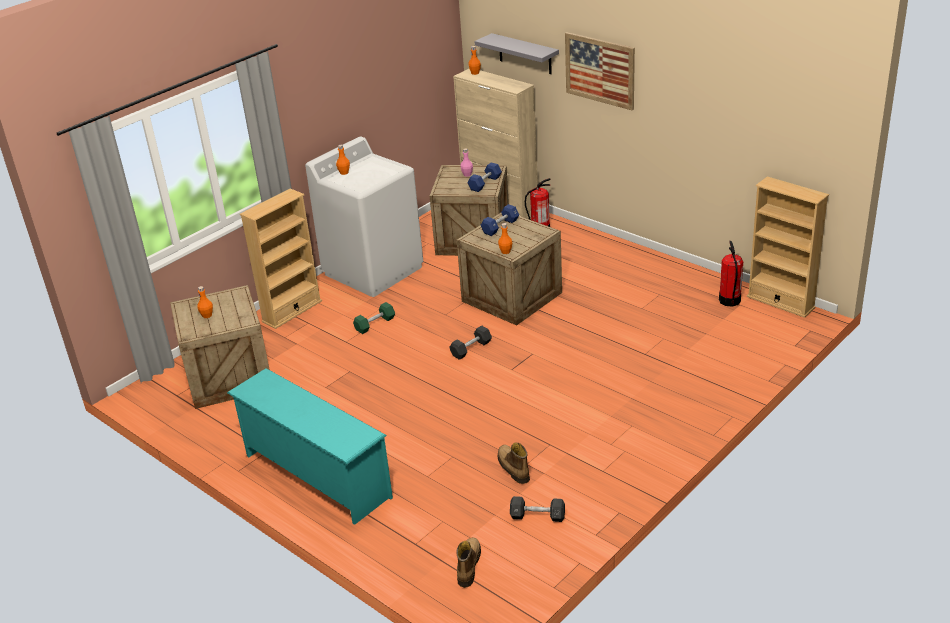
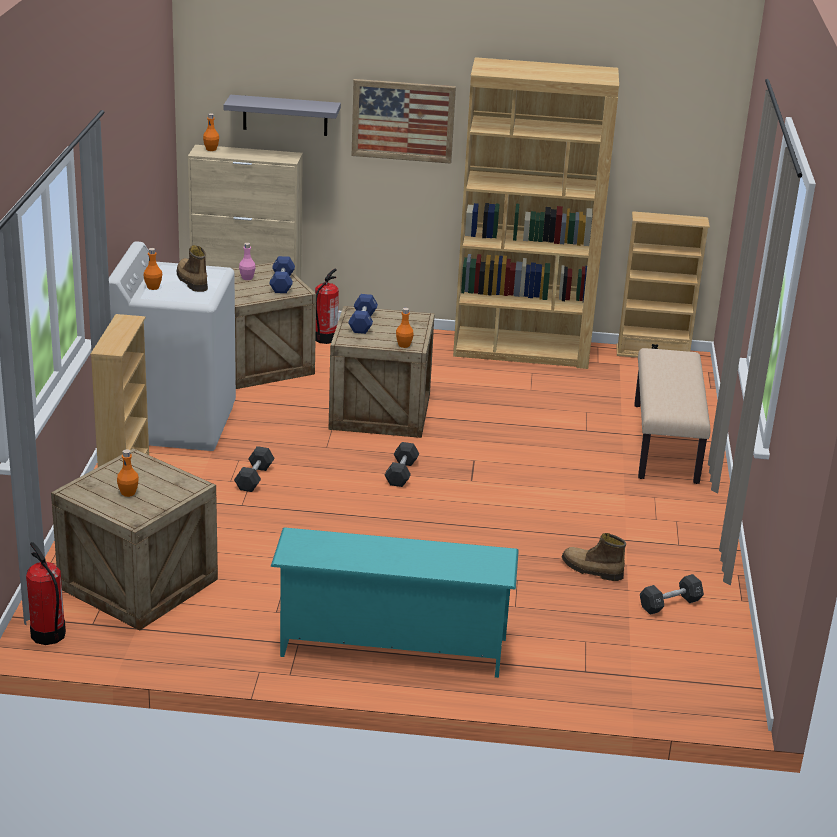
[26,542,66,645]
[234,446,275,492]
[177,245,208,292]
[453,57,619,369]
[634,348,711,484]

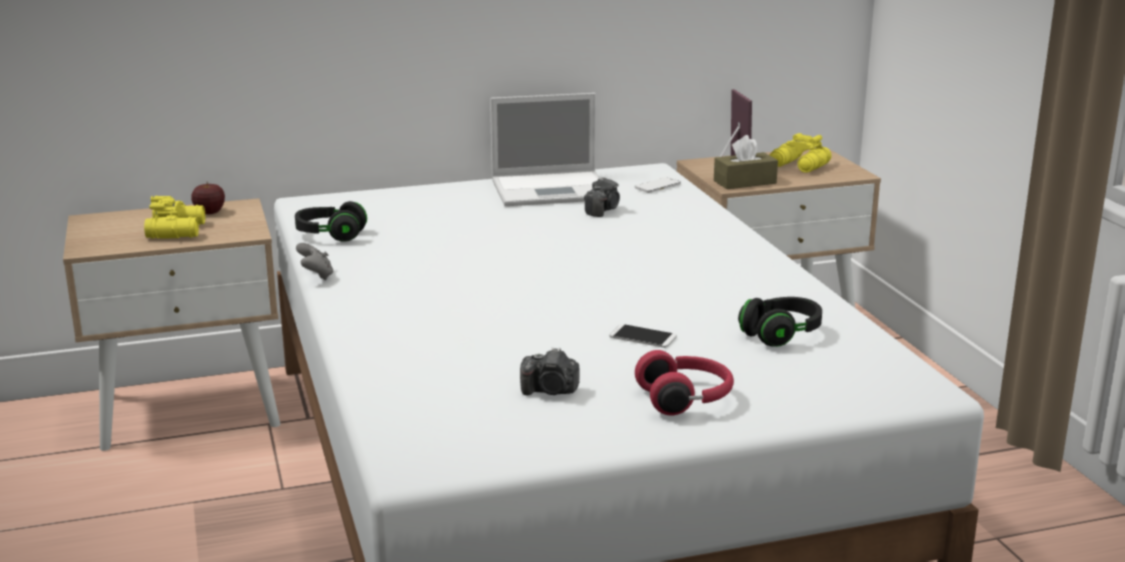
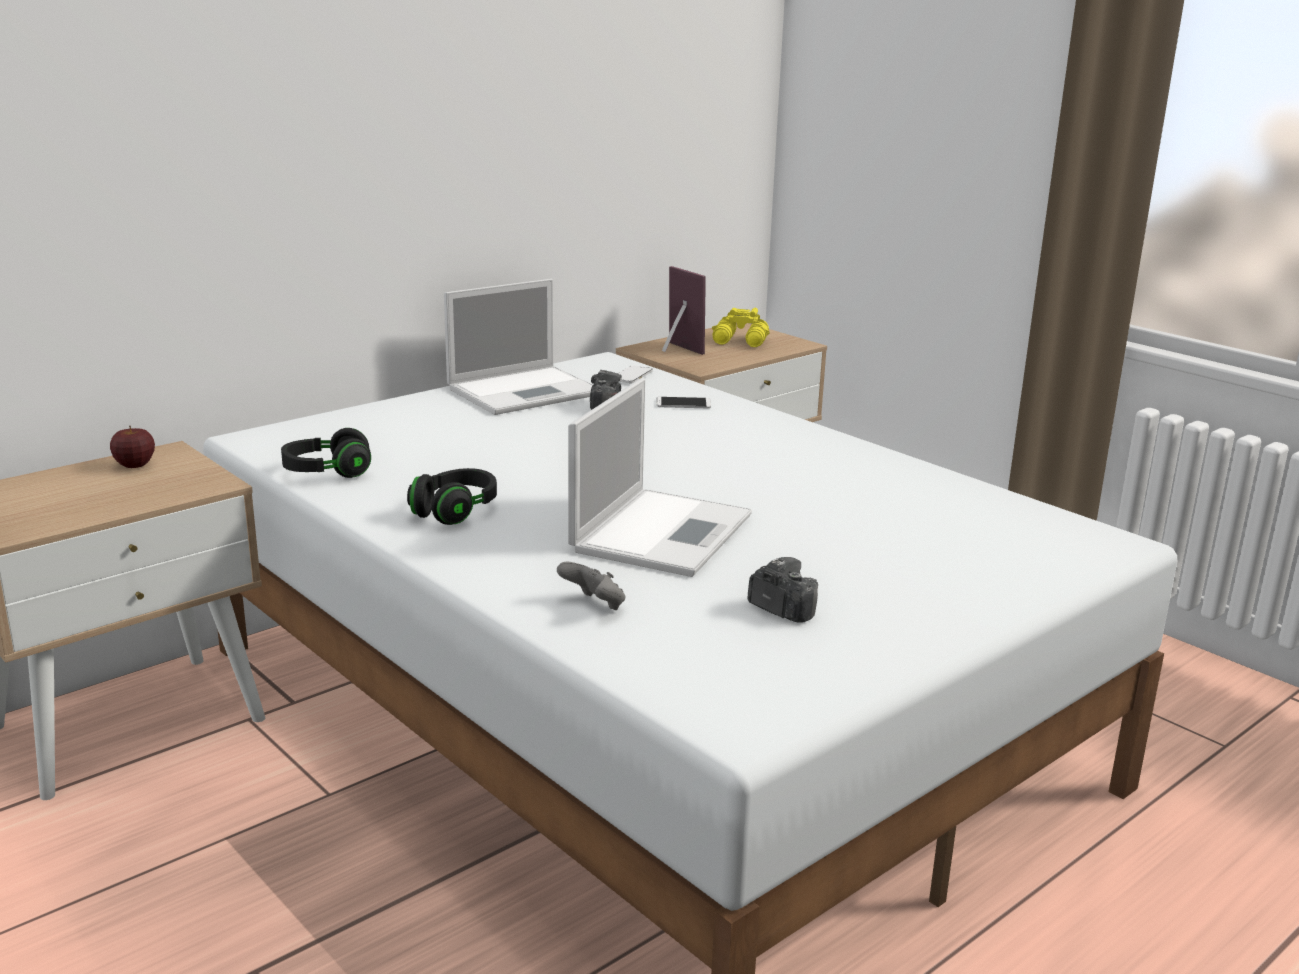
[714,135,778,189] (first image)
[144,196,205,239] (first image)
[557,562,626,610]
[407,468,497,525]
[656,397,711,408]
[747,557,818,623]
[635,350,734,415] (first image)
[568,378,752,577]

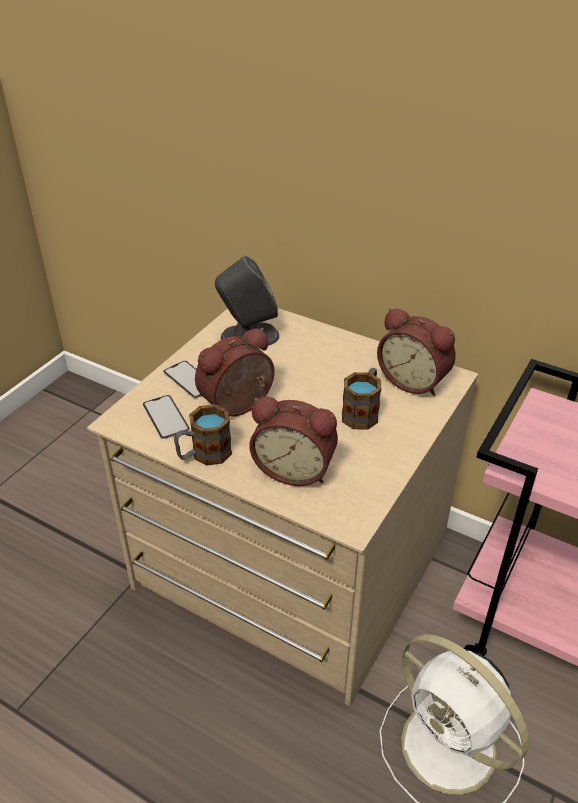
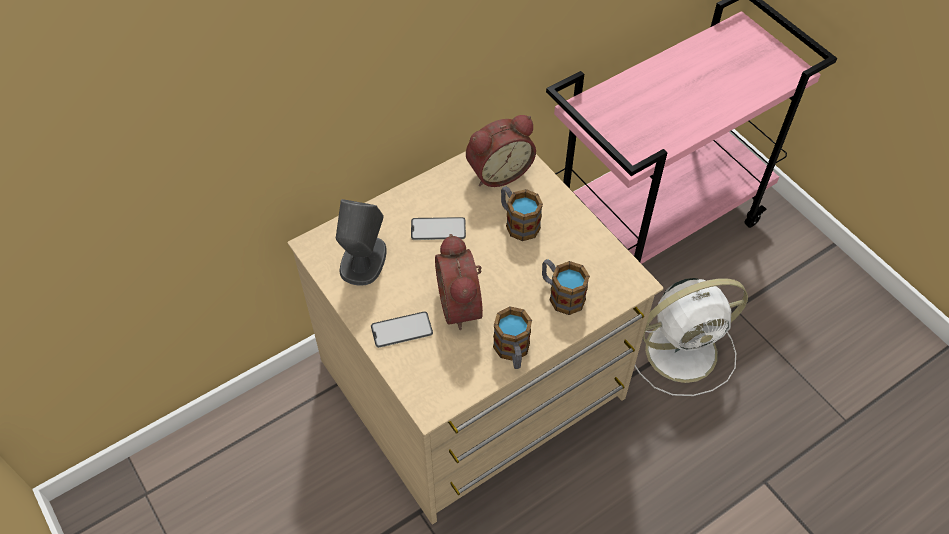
[411,217,466,240]
[542,259,590,315]

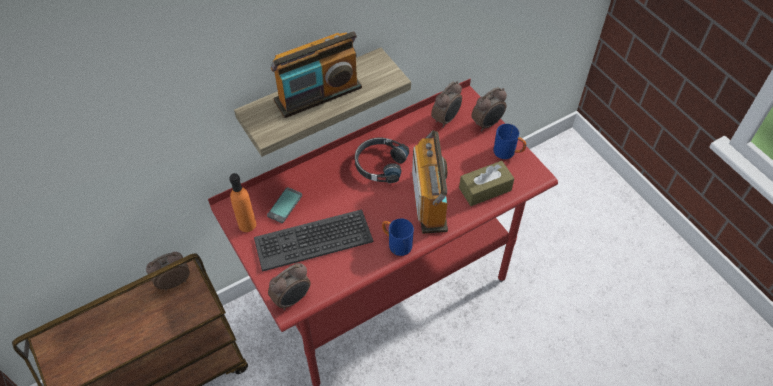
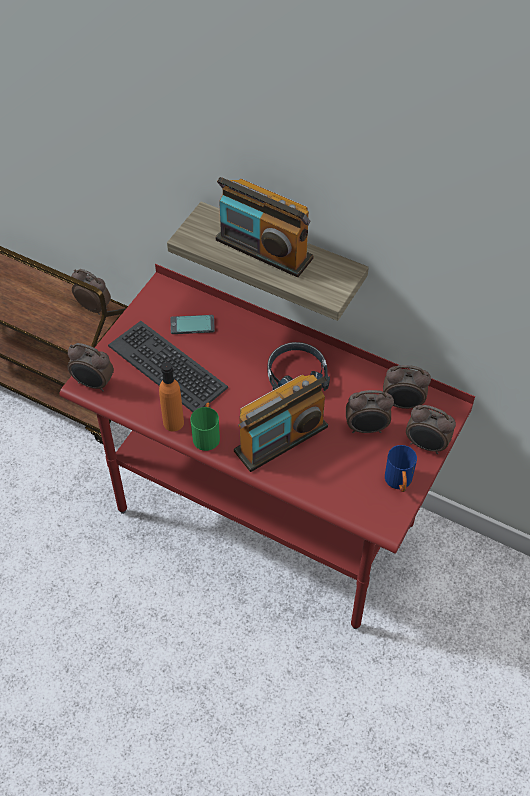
[459,161,514,206] (first image)
[159,362,184,431]
[190,403,220,451]
[346,390,394,433]

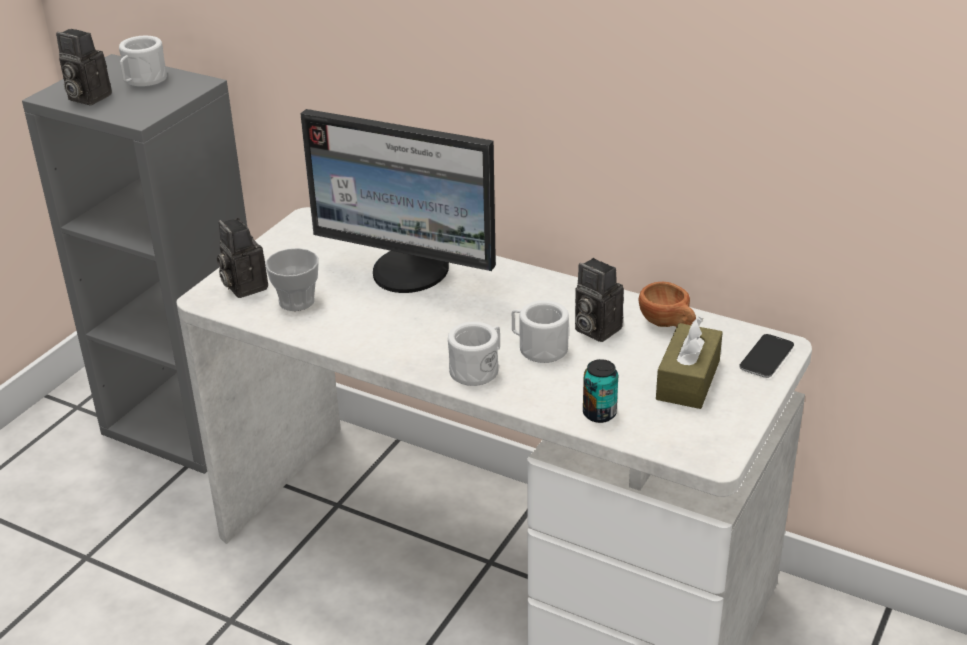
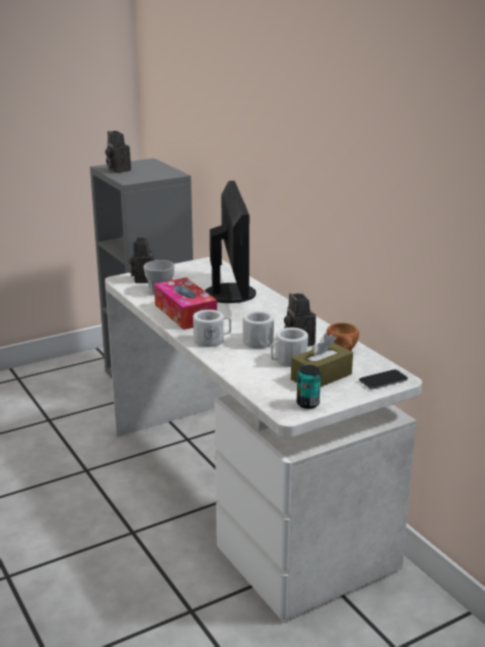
[271,328,308,367]
[205,181,256,303]
[297,365,321,409]
[154,277,217,330]

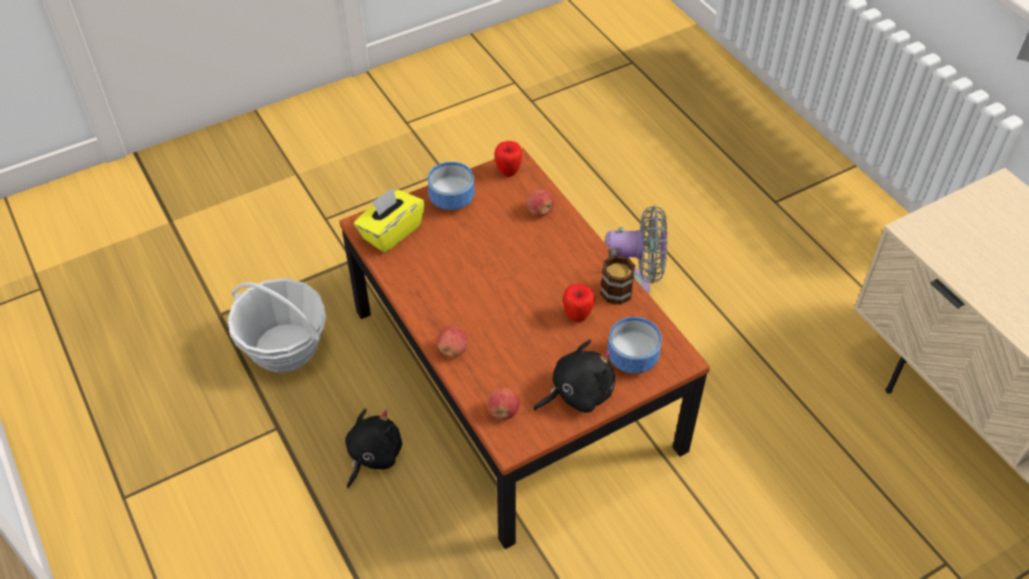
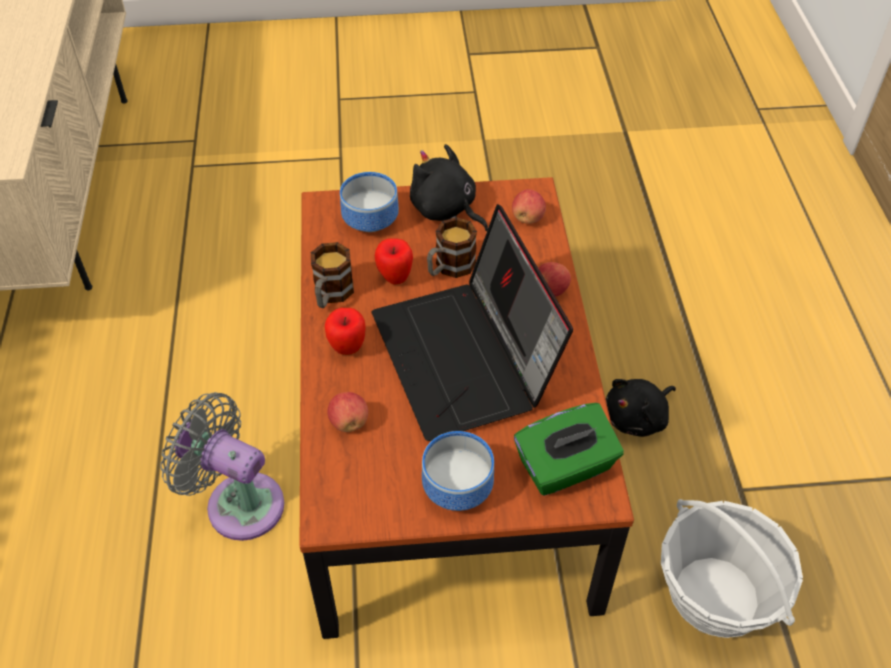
[325,308,366,355]
[514,403,624,496]
[410,144,488,231]
[372,204,573,441]
[427,217,477,278]

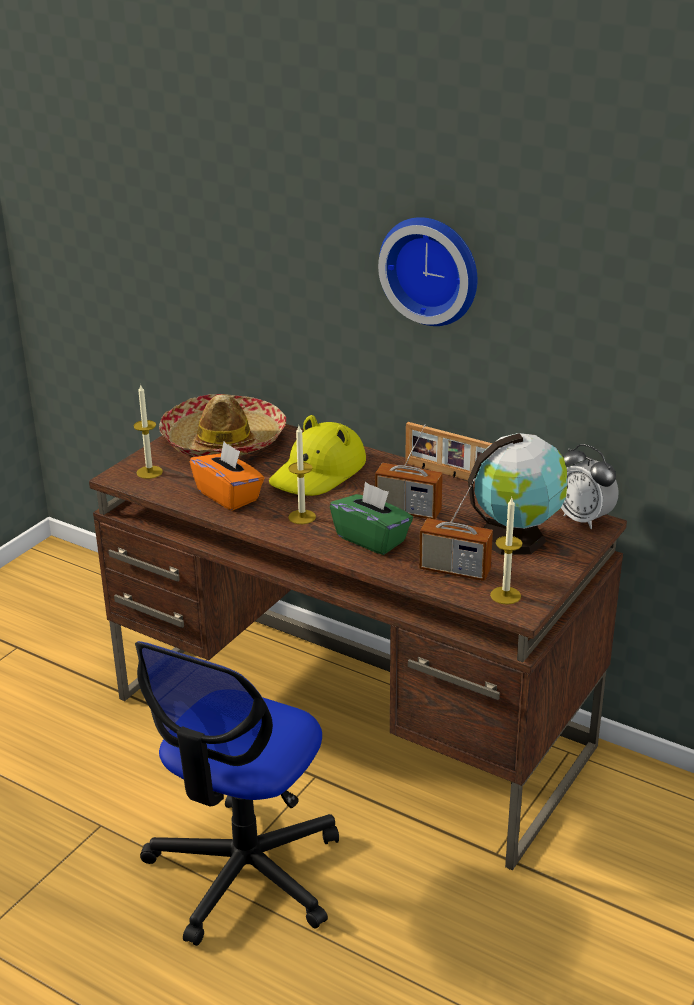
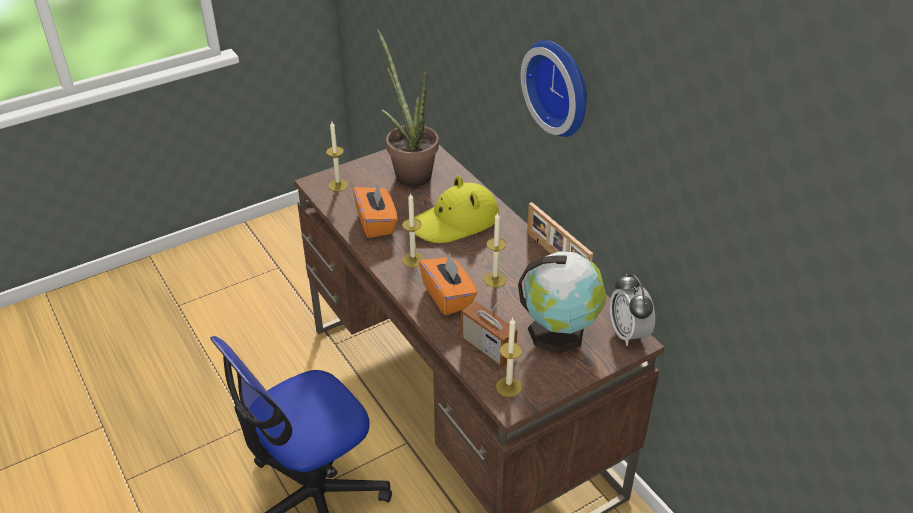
[377,29,439,187]
[484,212,507,288]
[419,253,477,315]

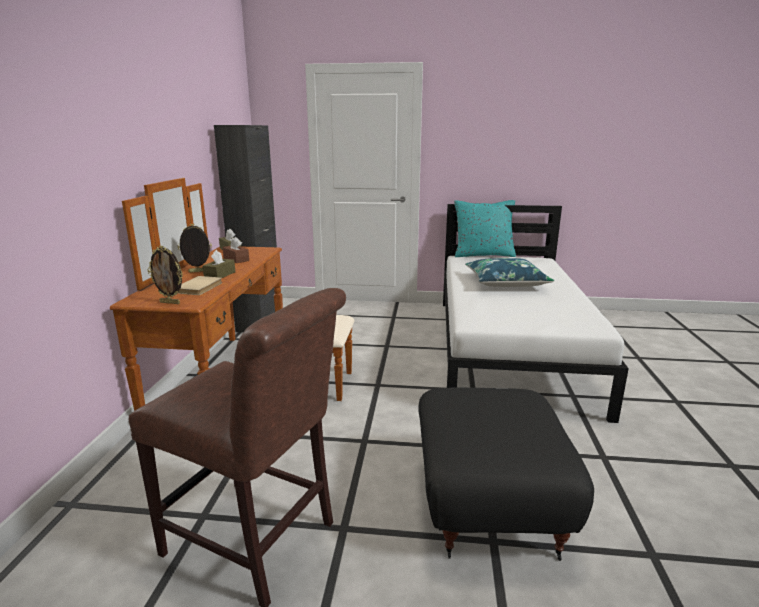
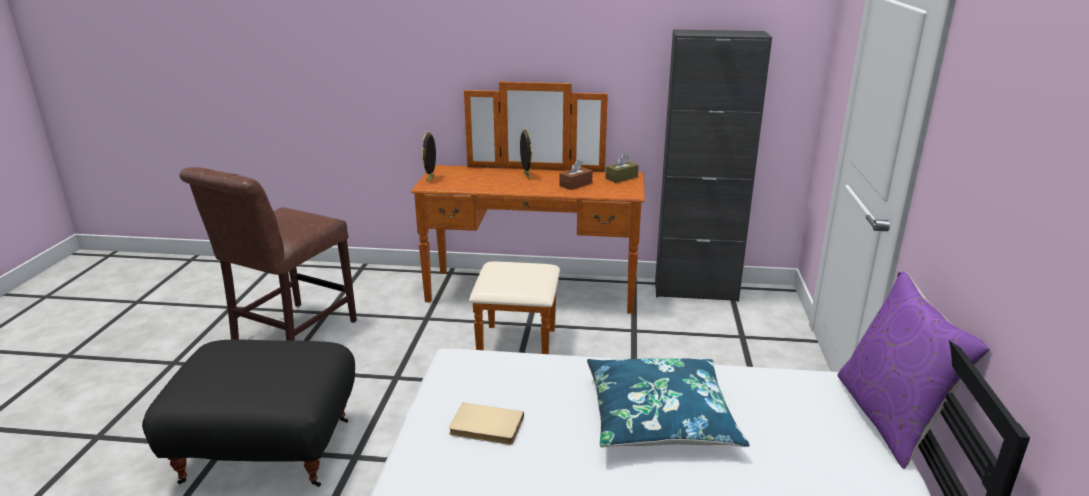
[837,271,990,469]
[203,250,235,278] (first image)
[449,403,524,445]

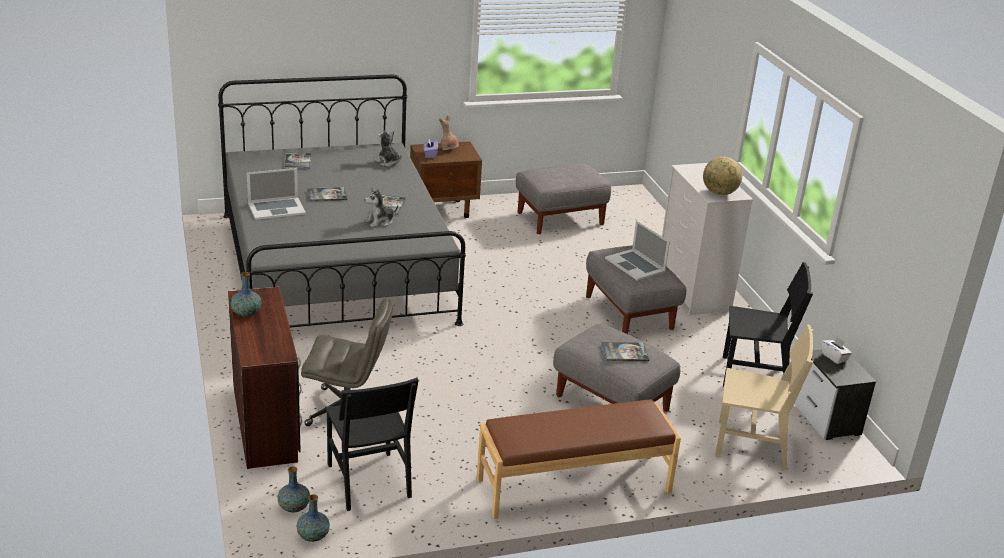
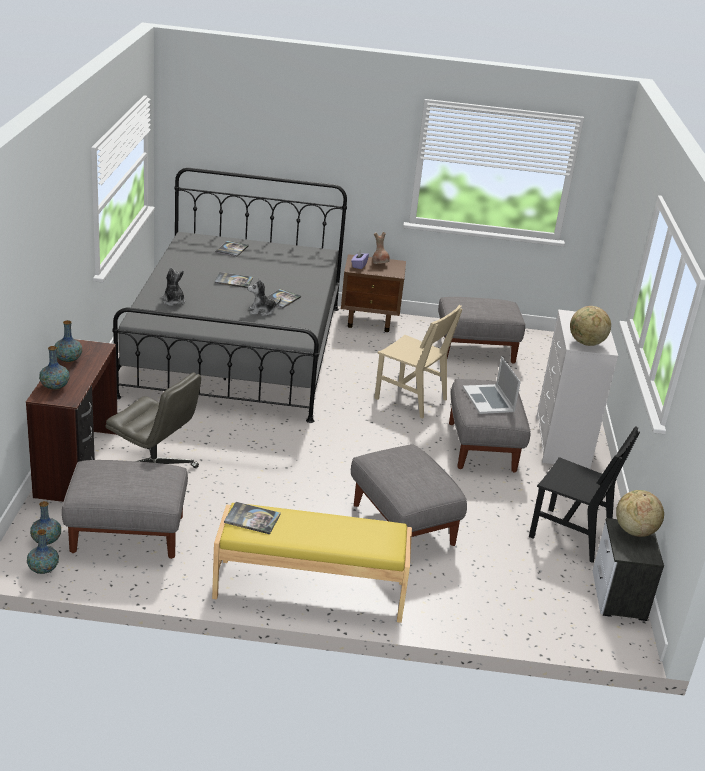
[162,268,186,306]
[247,168,306,220] (first image)
[374,305,462,419]
[616,490,664,537]
[224,502,281,534]
[62,460,188,559]
[212,503,412,623]
[39,346,70,390]

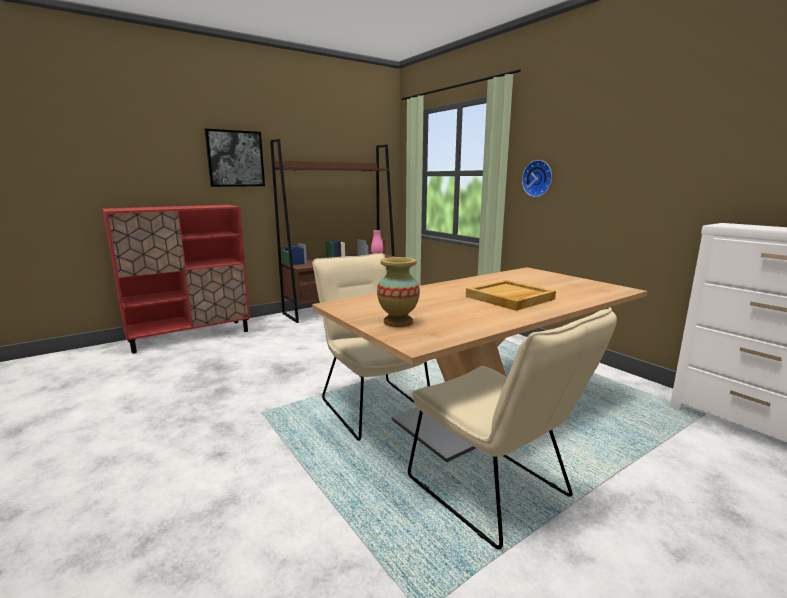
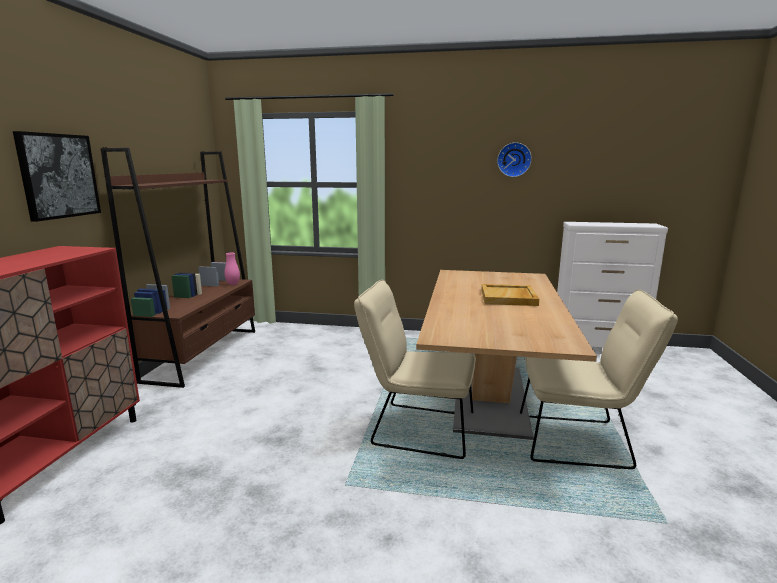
[497,142,532,177]
[377,257,420,327] (first image)

